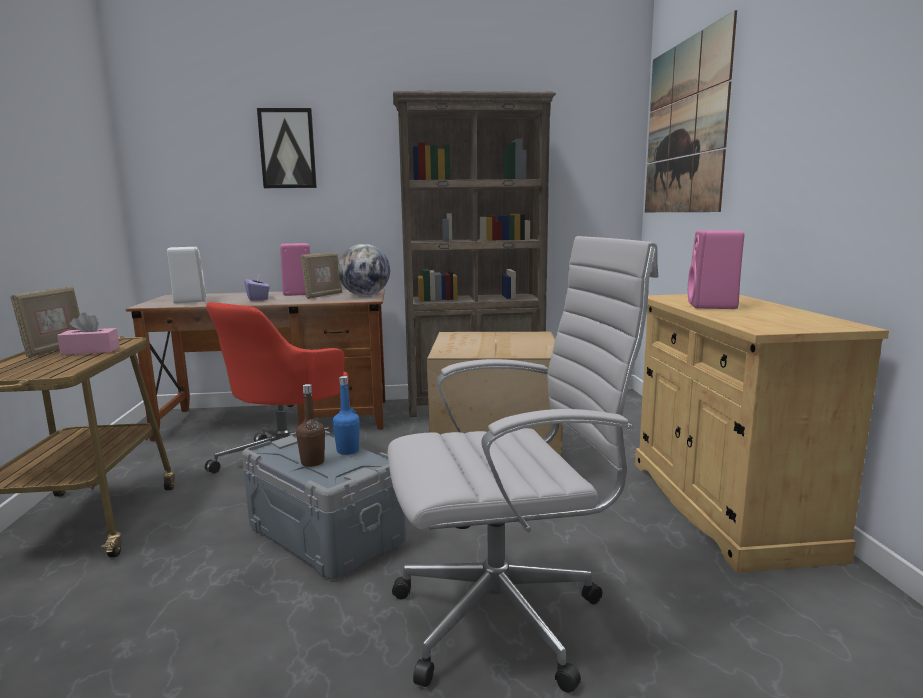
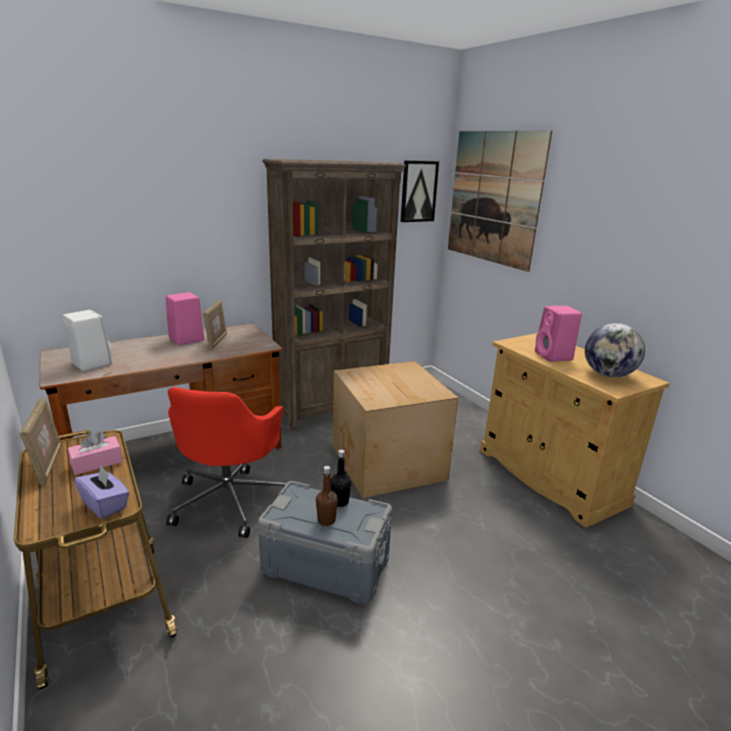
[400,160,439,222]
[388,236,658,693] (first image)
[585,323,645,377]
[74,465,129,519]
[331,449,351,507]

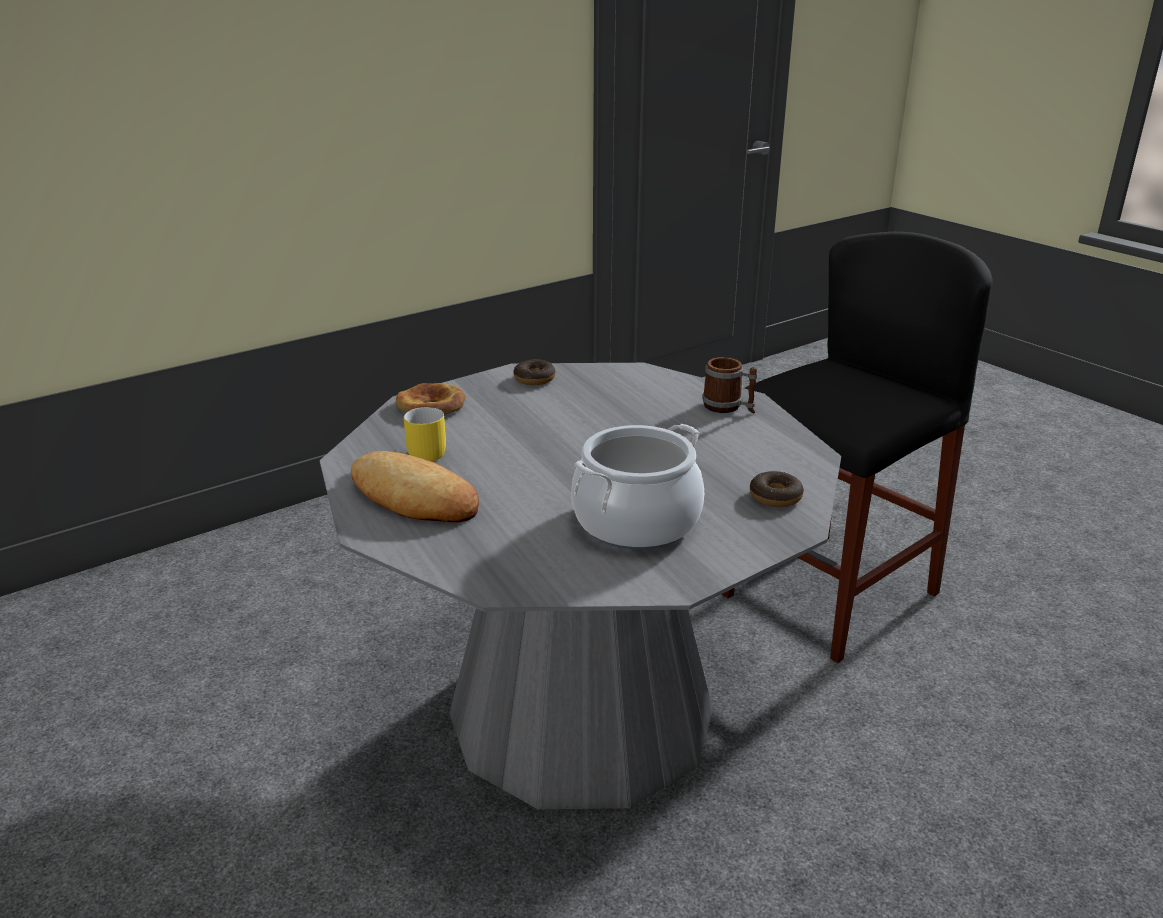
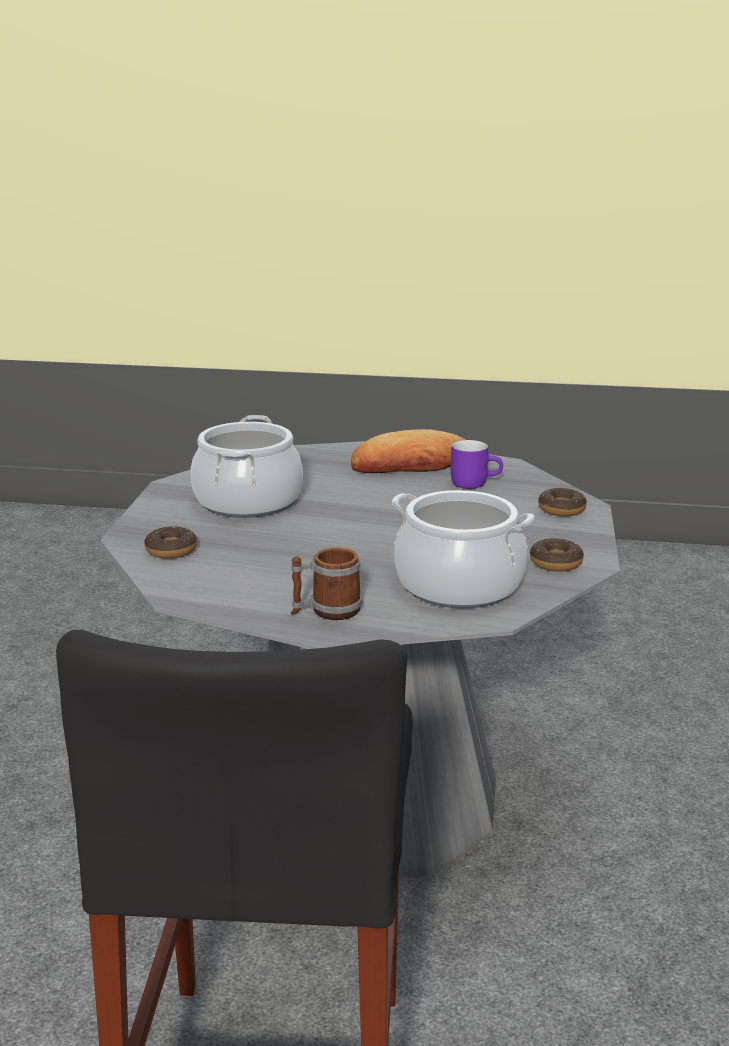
[538,488,587,516]
[451,440,503,489]
[392,490,535,608]

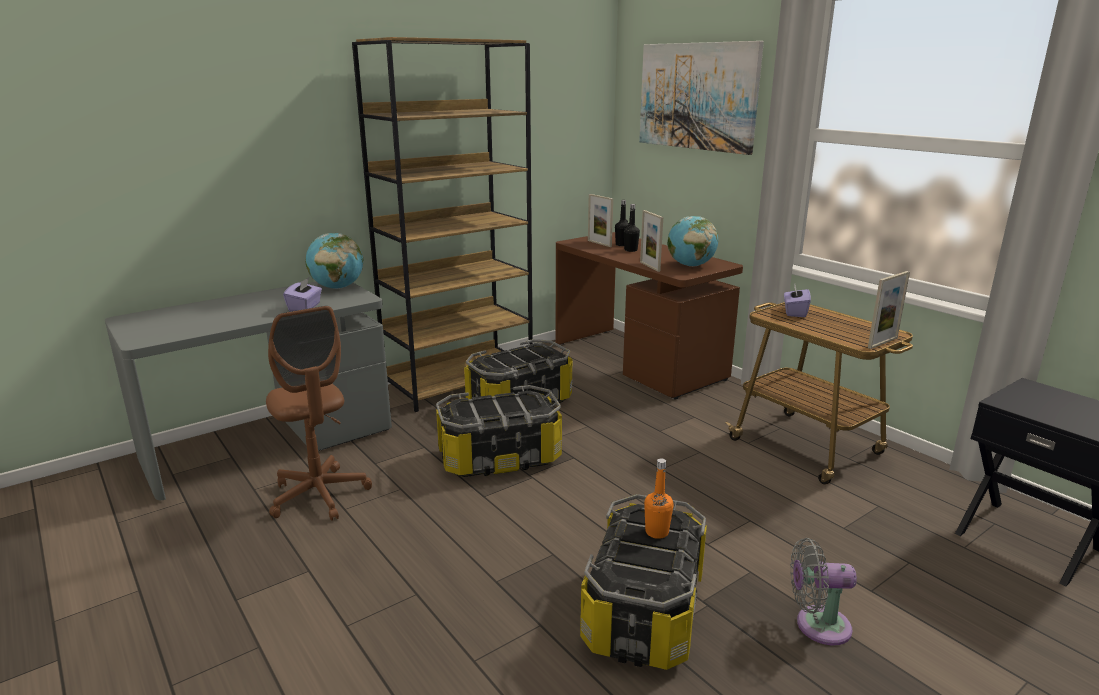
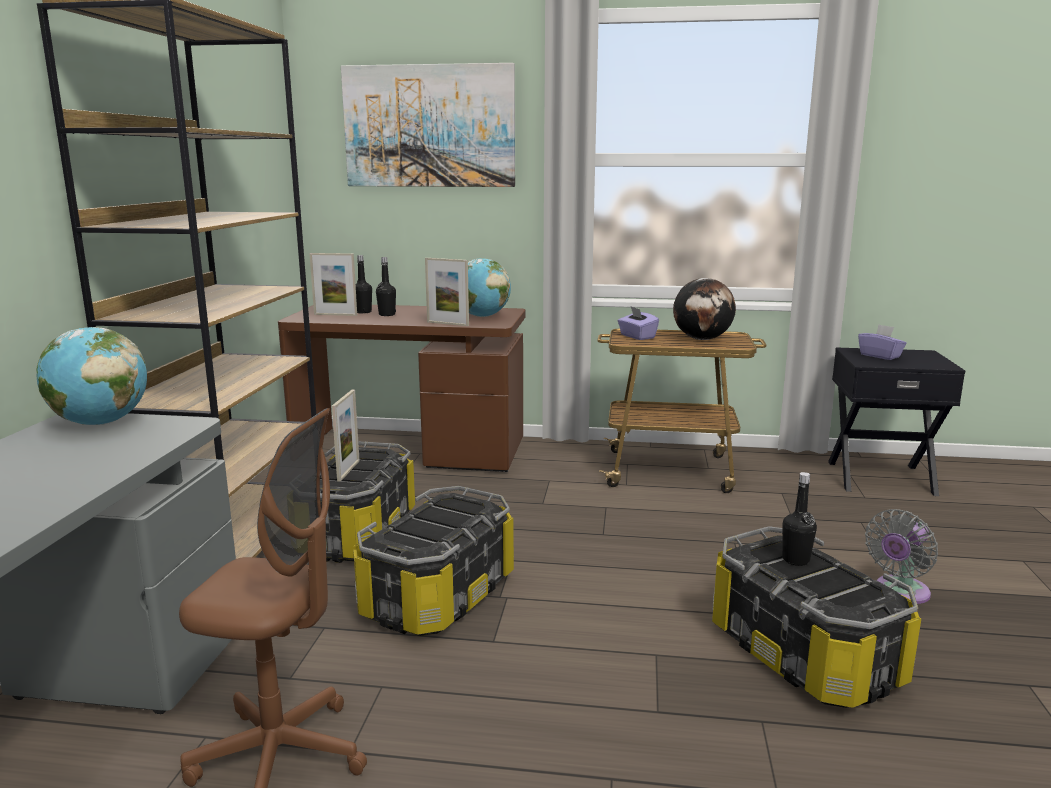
[332,390,360,482]
[858,325,907,360]
[782,472,817,566]
[673,278,736,340]

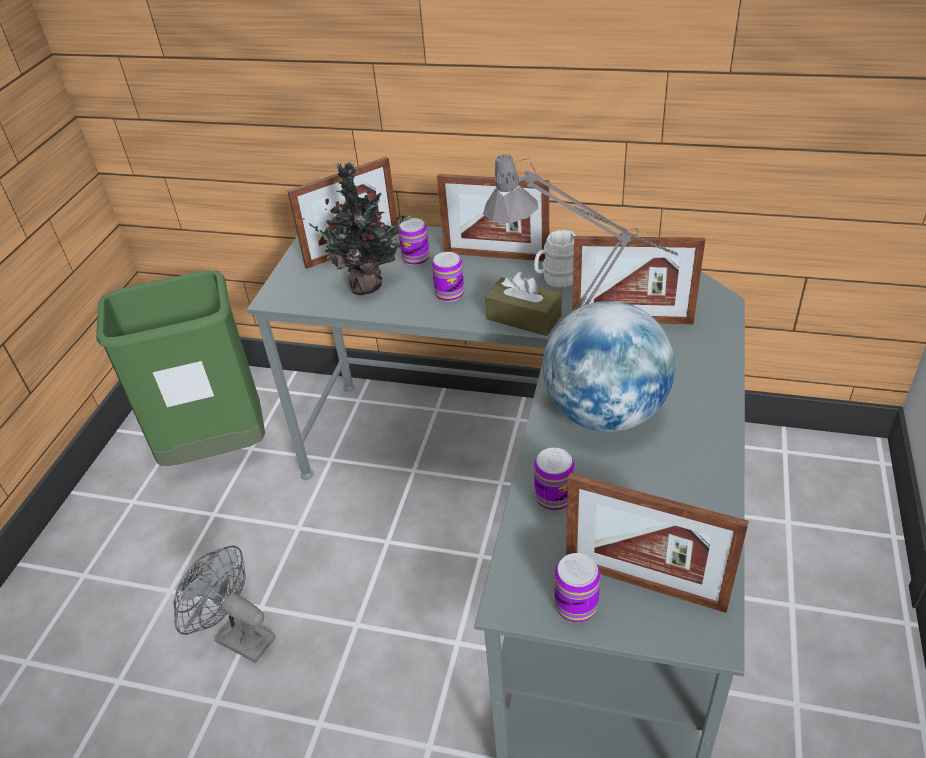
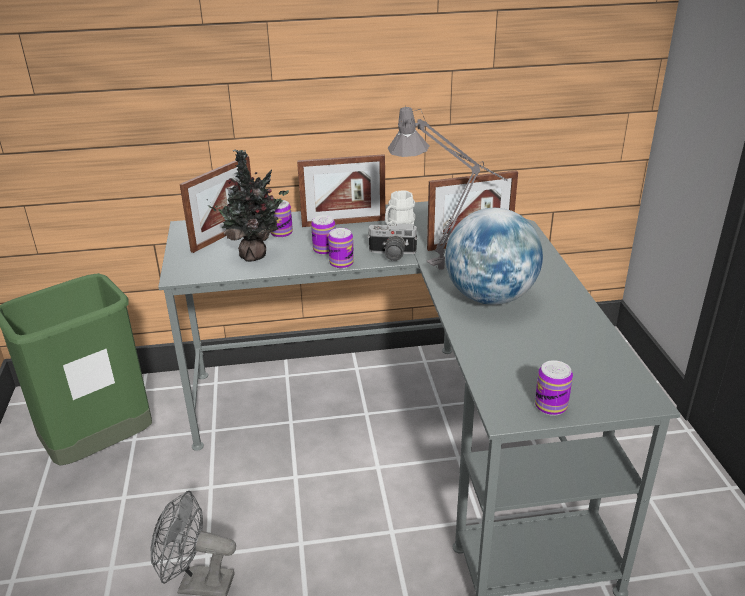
[367,223,418,261]
[328,228,354,269]
[566,473,749,613] (first image)

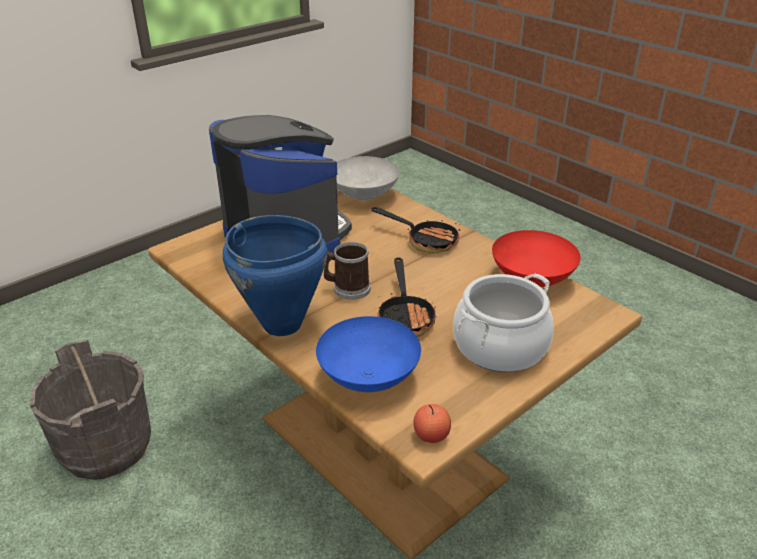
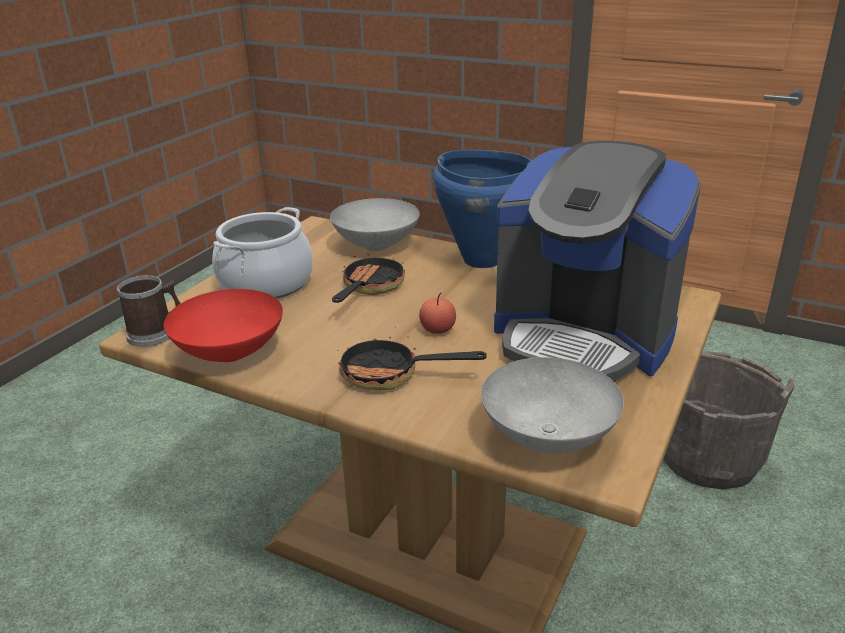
[116,275,181,347]
[332,253,405,303]
[330,198,420,251]
[419,292,456,334]

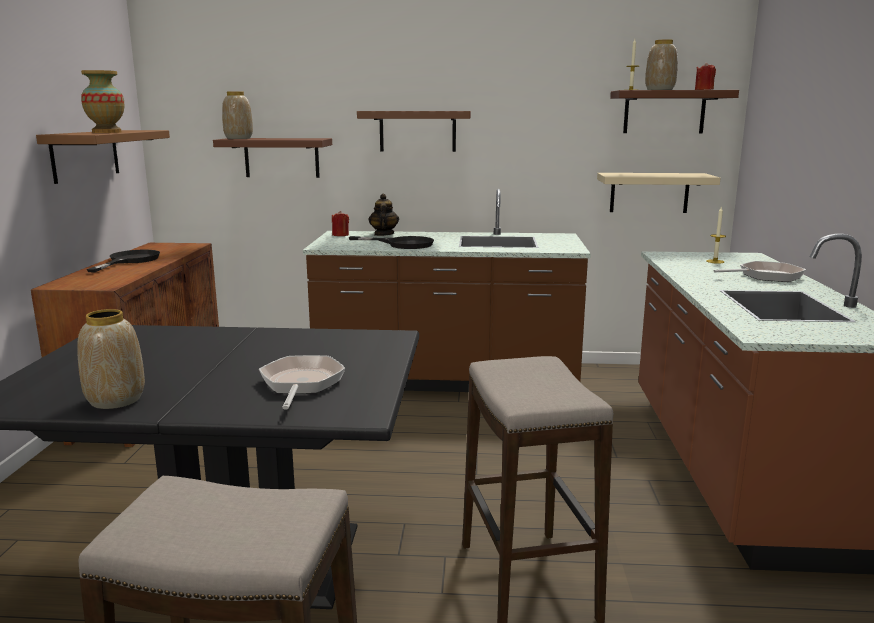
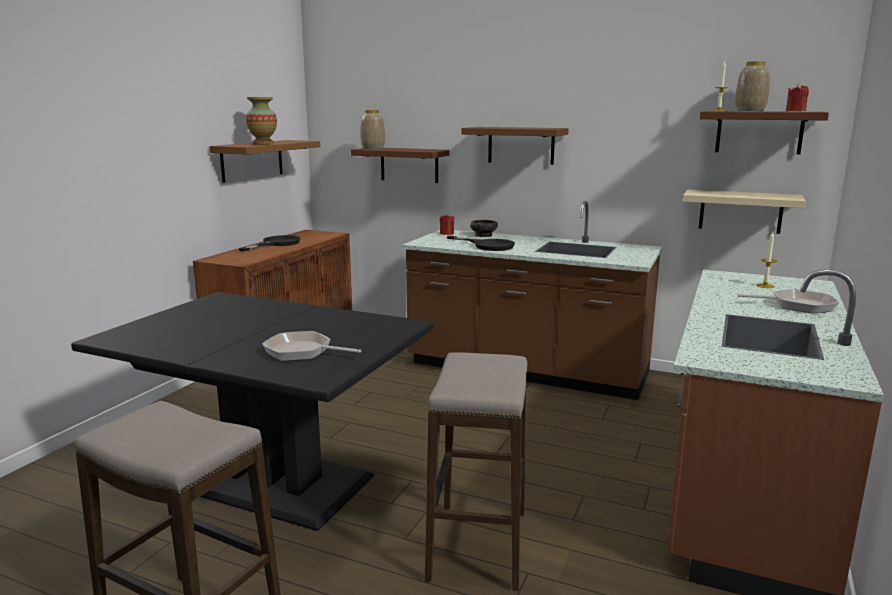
[470,220,498,237]
[77,309,145,409] (first image)
[262,331,361,361]

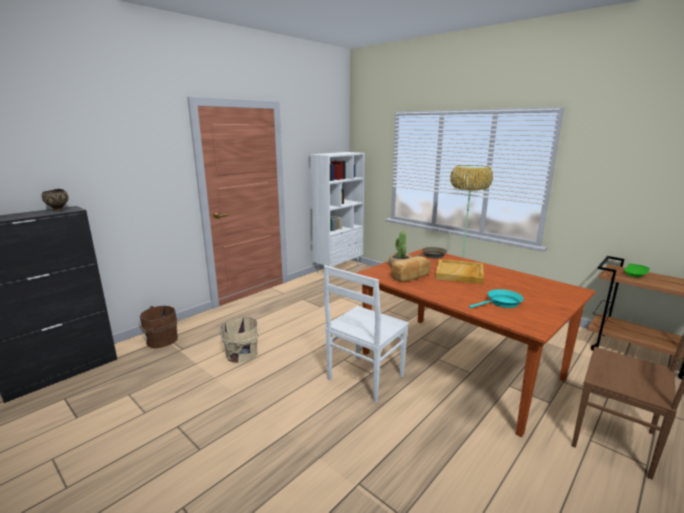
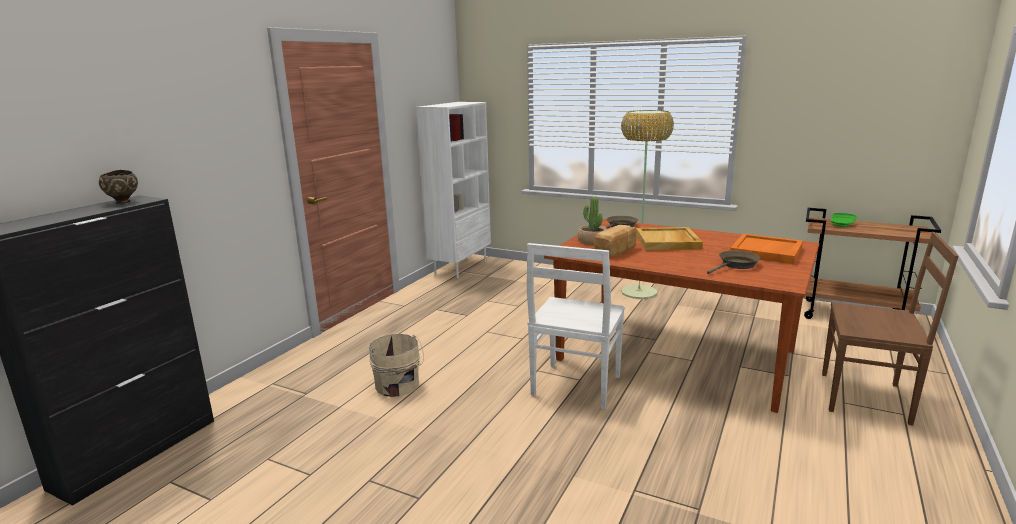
[707,251,761,274]
[139,306,178,348] (first image)
[730,234,803,264]

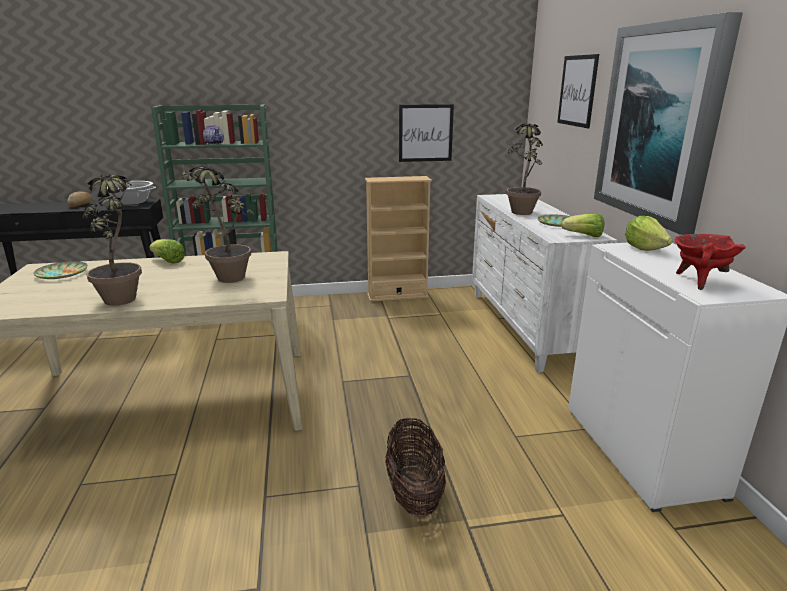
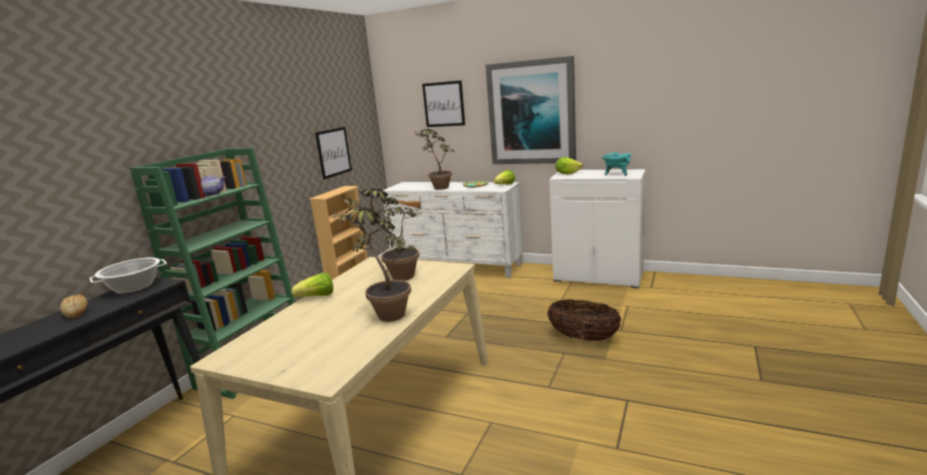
[602,152,631,176]
[33,261,88,279] (first image)

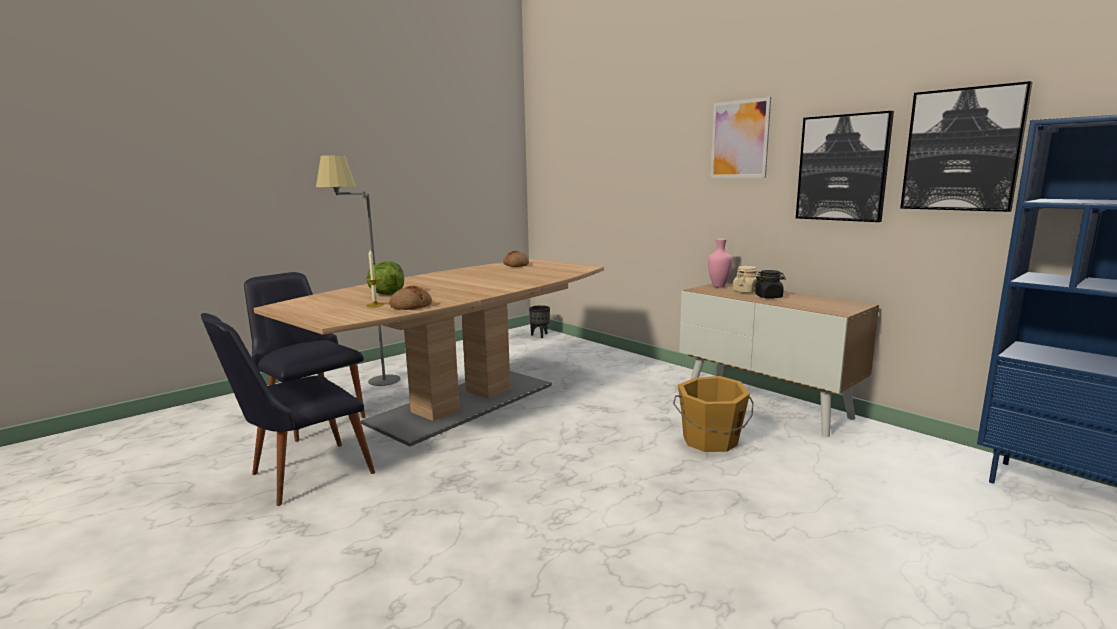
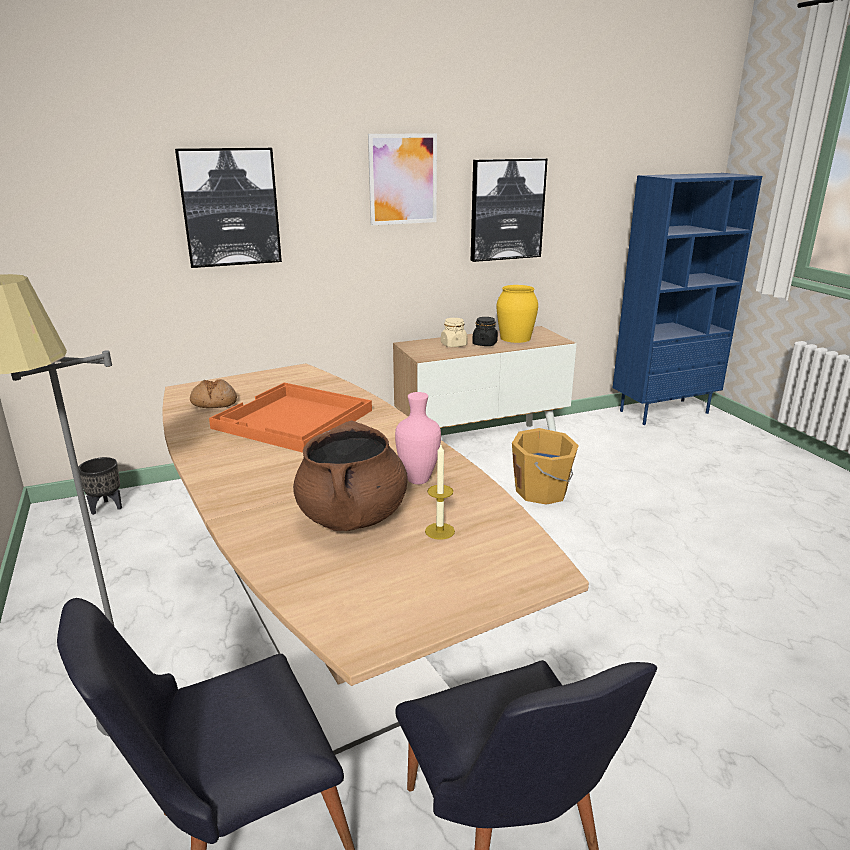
[175,148,282,268]
[395,392,441,484]
[293,421,408,531]
[389,285,432,310] (first image)
[497,285,538,343]
[209,383,372,453]

